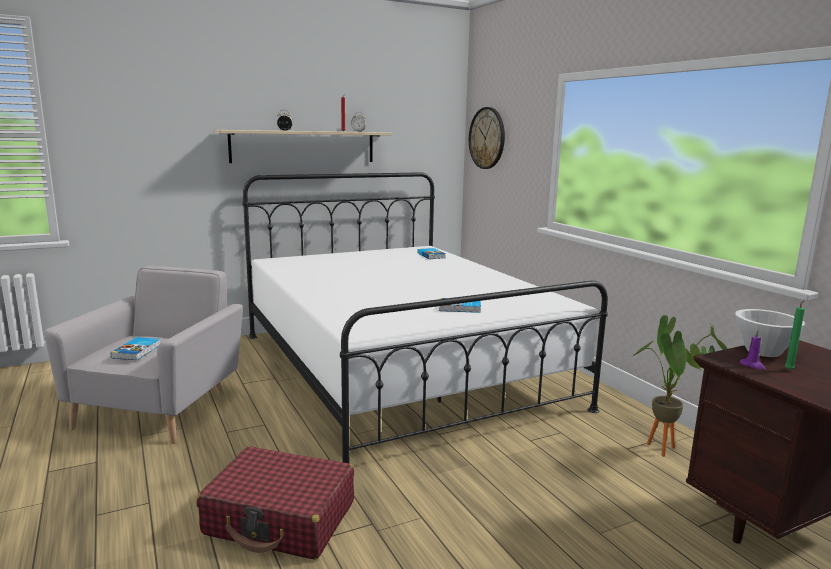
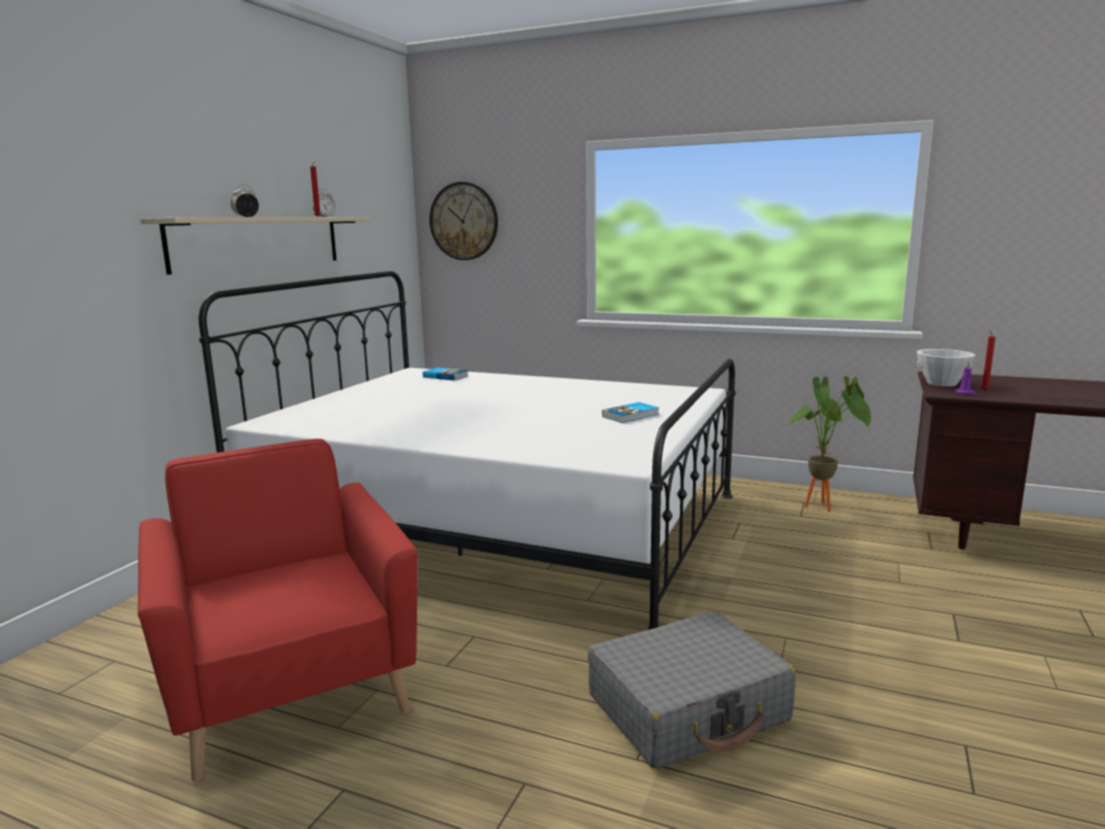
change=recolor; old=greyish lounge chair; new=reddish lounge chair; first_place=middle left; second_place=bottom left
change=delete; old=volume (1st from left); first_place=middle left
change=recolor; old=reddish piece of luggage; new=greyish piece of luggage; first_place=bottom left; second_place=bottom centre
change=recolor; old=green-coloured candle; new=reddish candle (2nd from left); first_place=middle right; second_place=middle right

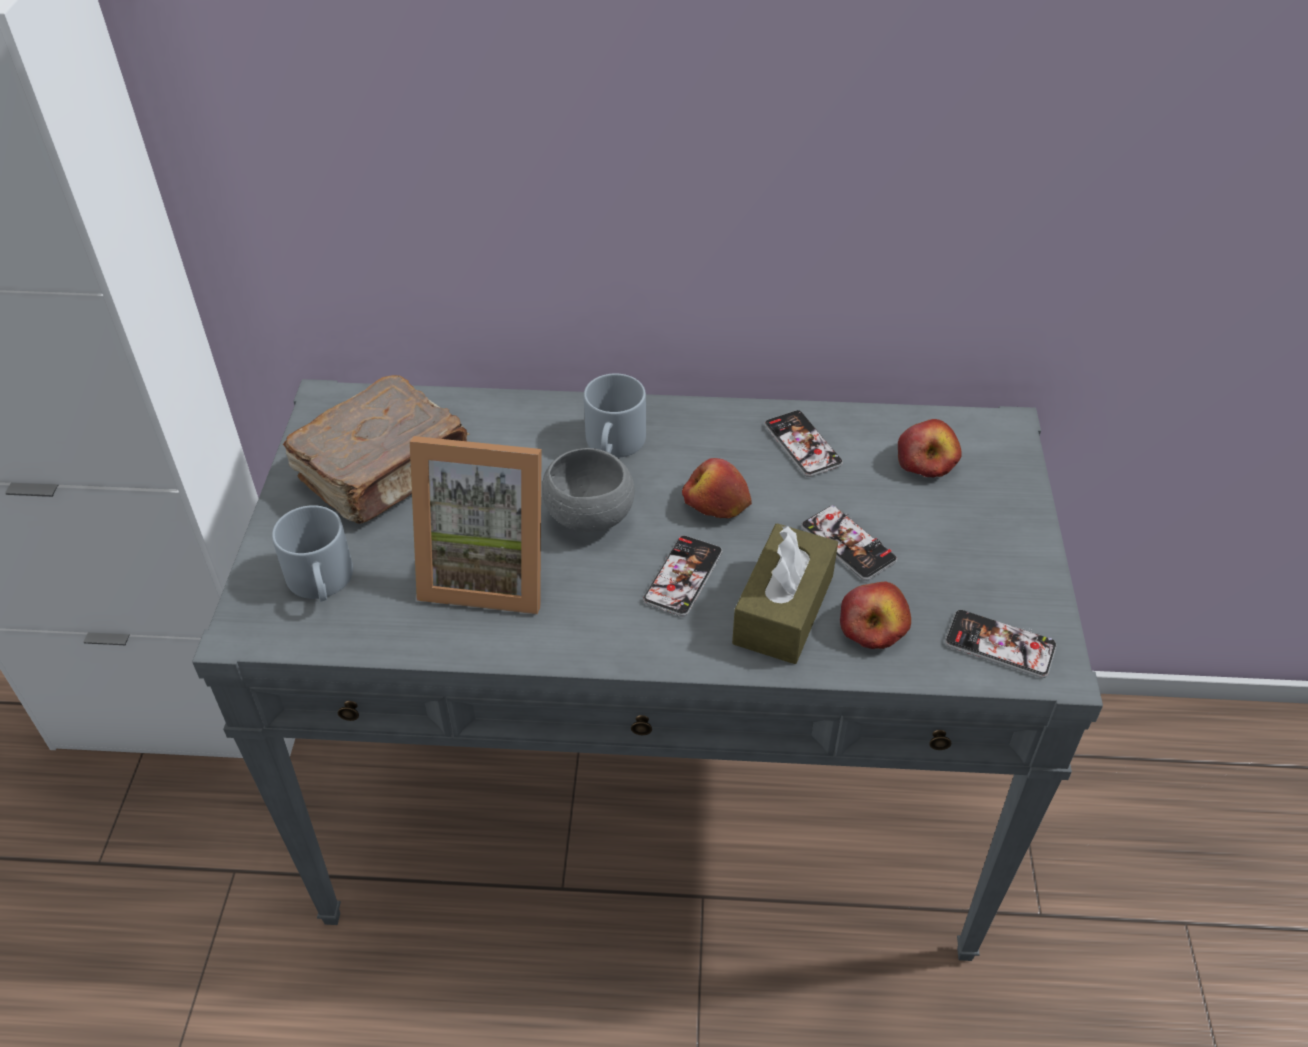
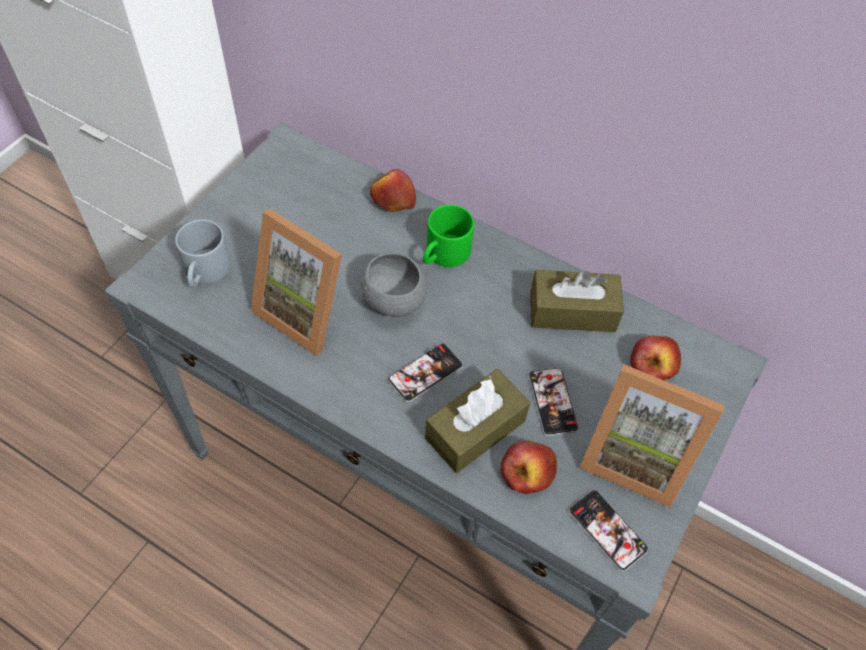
change=delete; old=brown volume; first_place=middle left
change=recolor; old=greyish mug (2nd from left); new=green-coloured mug; first_place=centre; second_place=centre
change=move; old=whole apple (1st from left); first_place=centre; second_place=top centre
change=replace; old=phone (2nd from left); new=brown box of tissues (2nd from left); first_place=centre; second_place=centre
change=insert; new=picture frame (2nd from left); second_place=bottom right

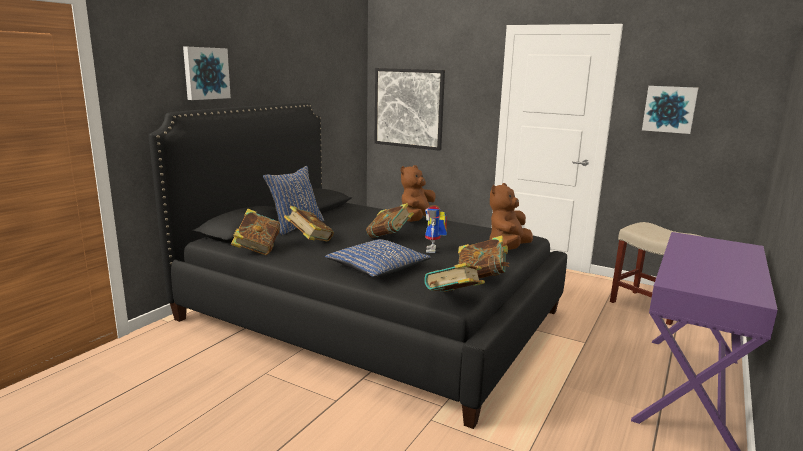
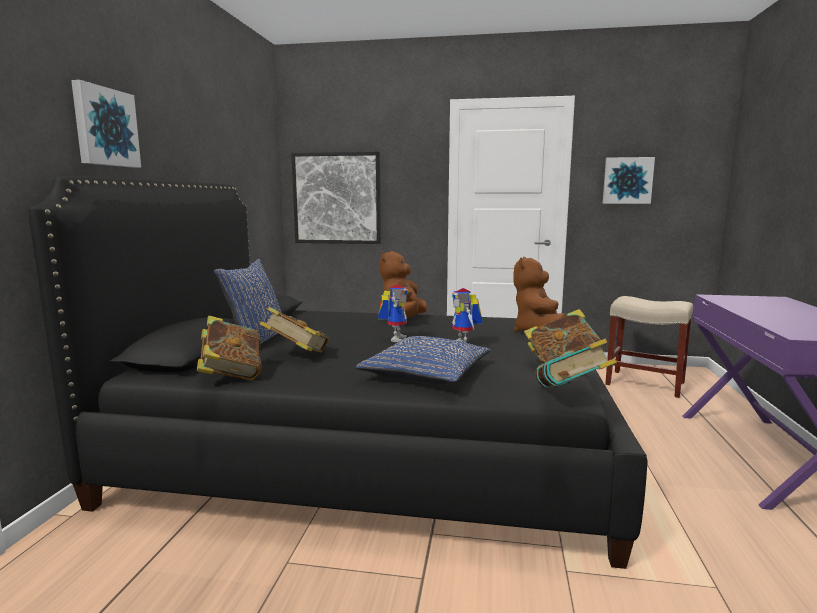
change=replace; old=volume (3rd from left); new=toy robot (1st from left); first_place=centre; second_place=centre

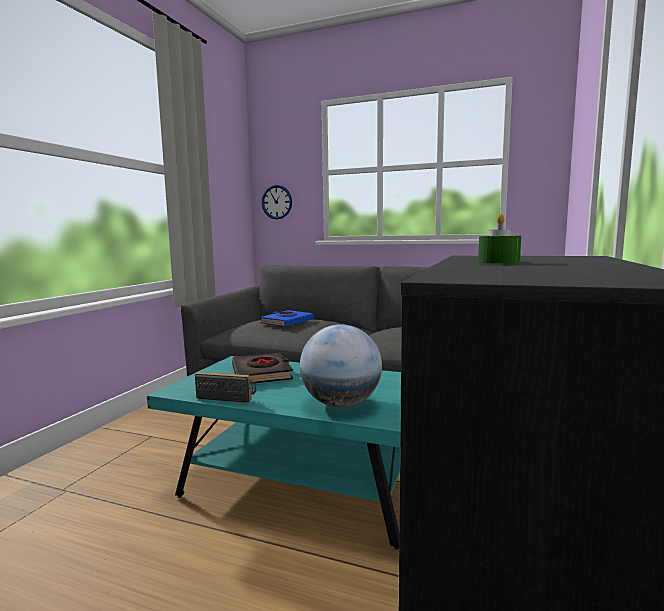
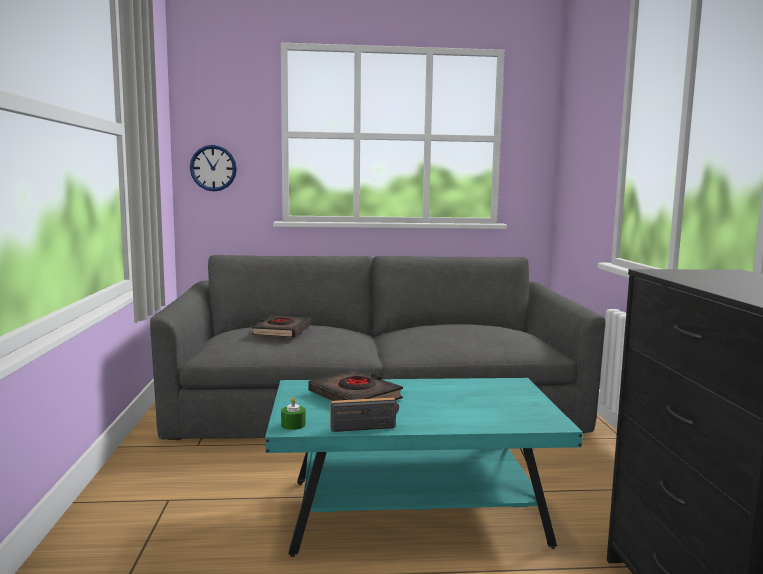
change=recolor; old=blue-coloured volume; new=black volume (1st from left); first_place=centre; second_place=centre
change=delete; old=world globe; first_place=centre
change=move; old=green-coloured candle; first_place=middle right; second_place=bottom centre

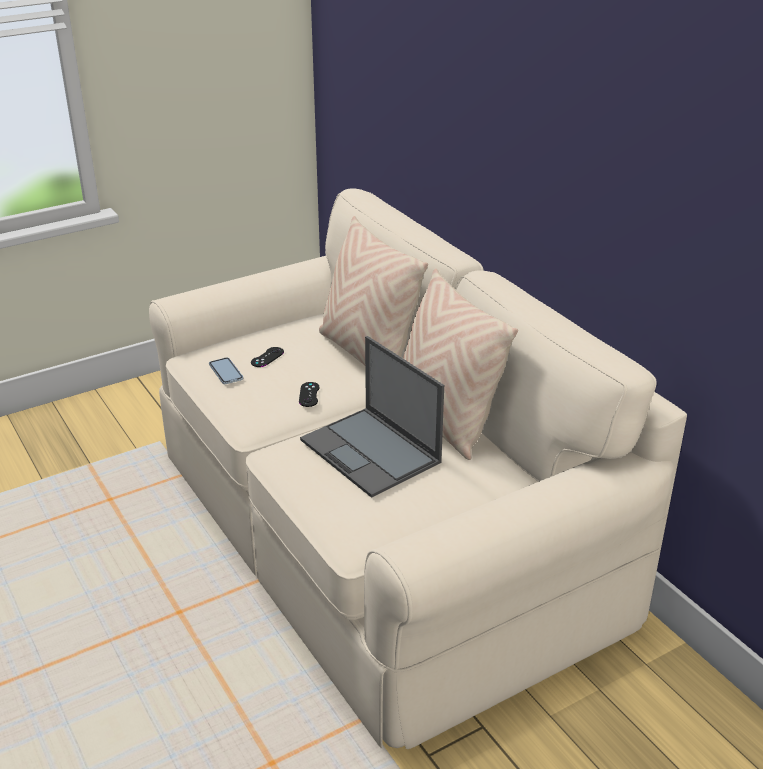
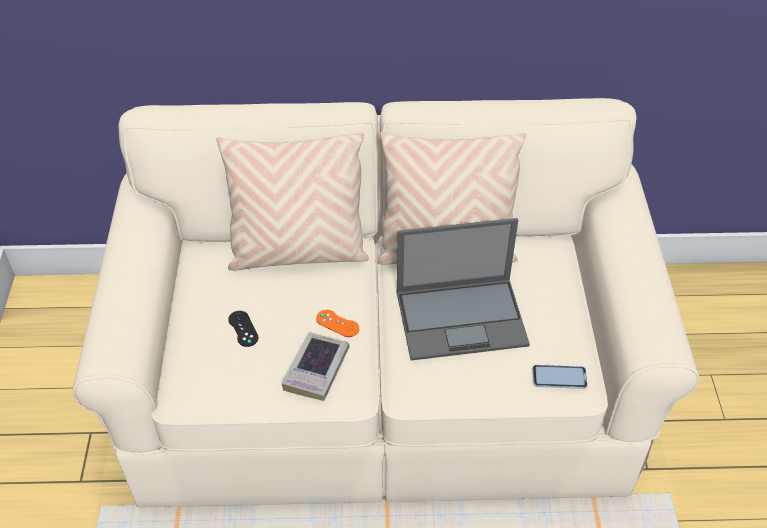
change=move; old=phone; first_place=middle left; second_place=bottom right
change=recolor; old=black joypad (2nd from left); new=orange-coloured joypad; first_place=centre; second_place=centre
change=insert; new=volume; second_place=bottom centre

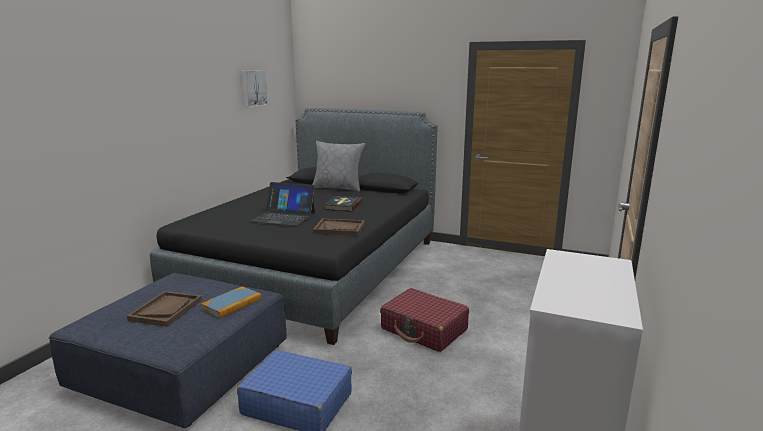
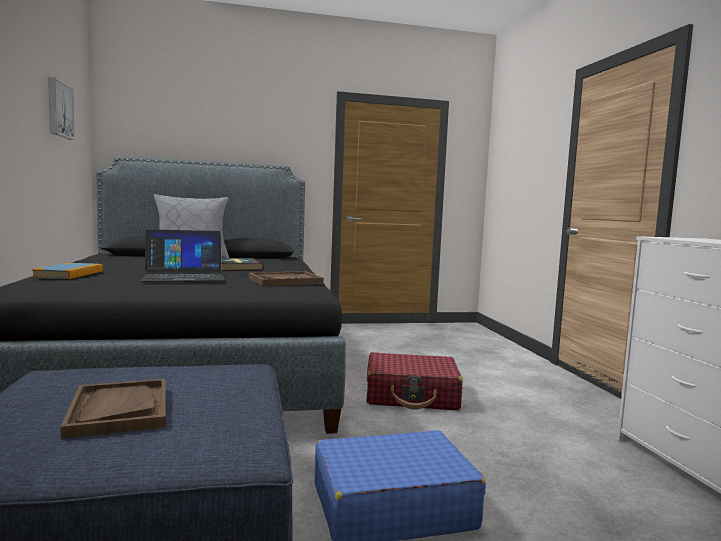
change=move; old=volume (1st from left); first_place=bottom left; second_place=middle left

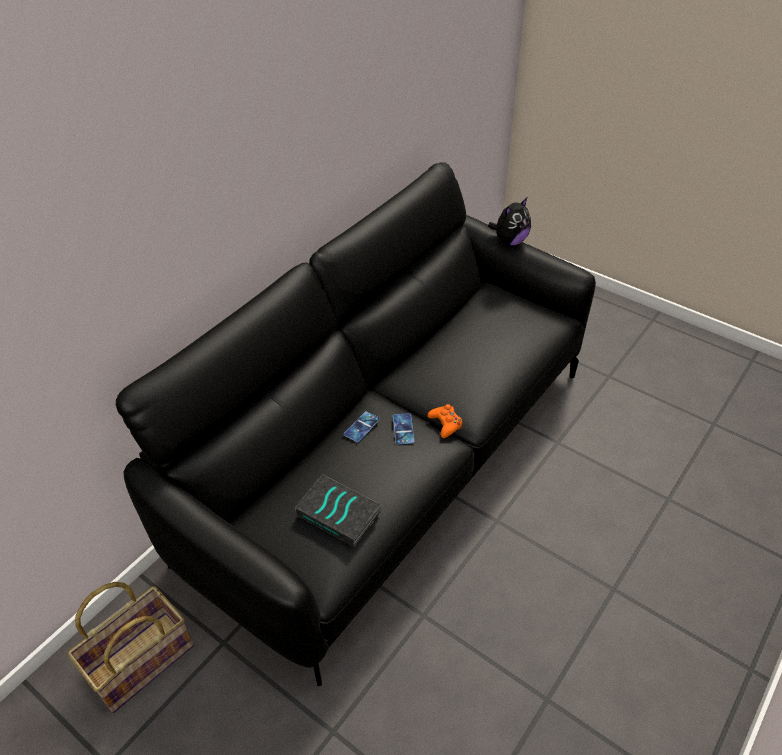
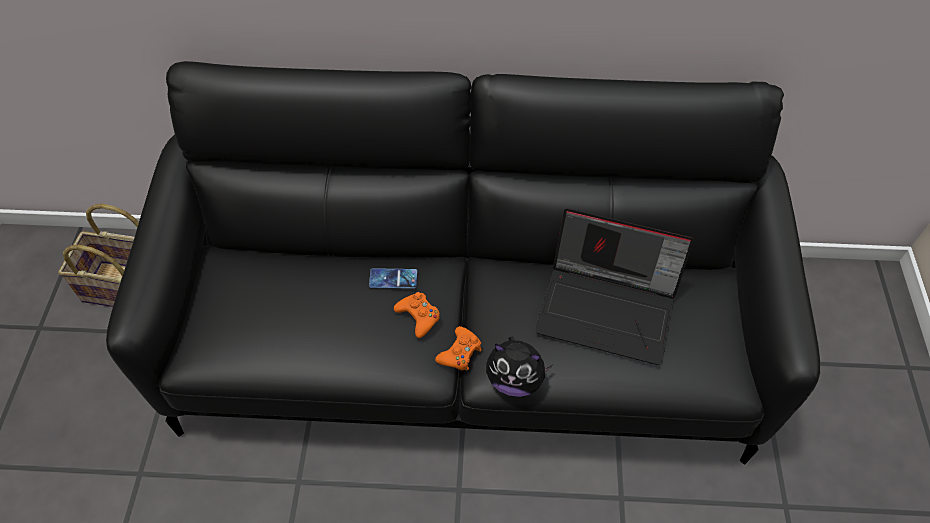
change=delete; old=volume; first_place=bottom centre
change=replace; old=phone (2nd from left); new=orange-coloured joypad (1st from left); first_place=centre; second_place=centre
change=move; old=cuddly toy; first_place=top centre; second_place=bottom centre
change=insert; new=portable computer; second_place=centre

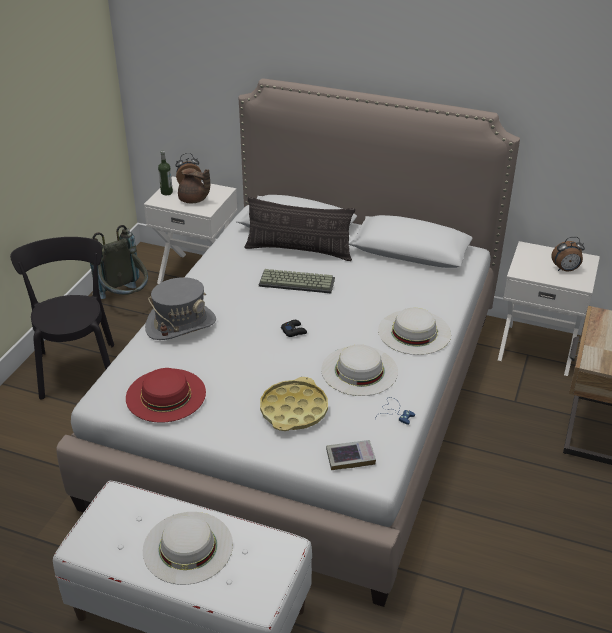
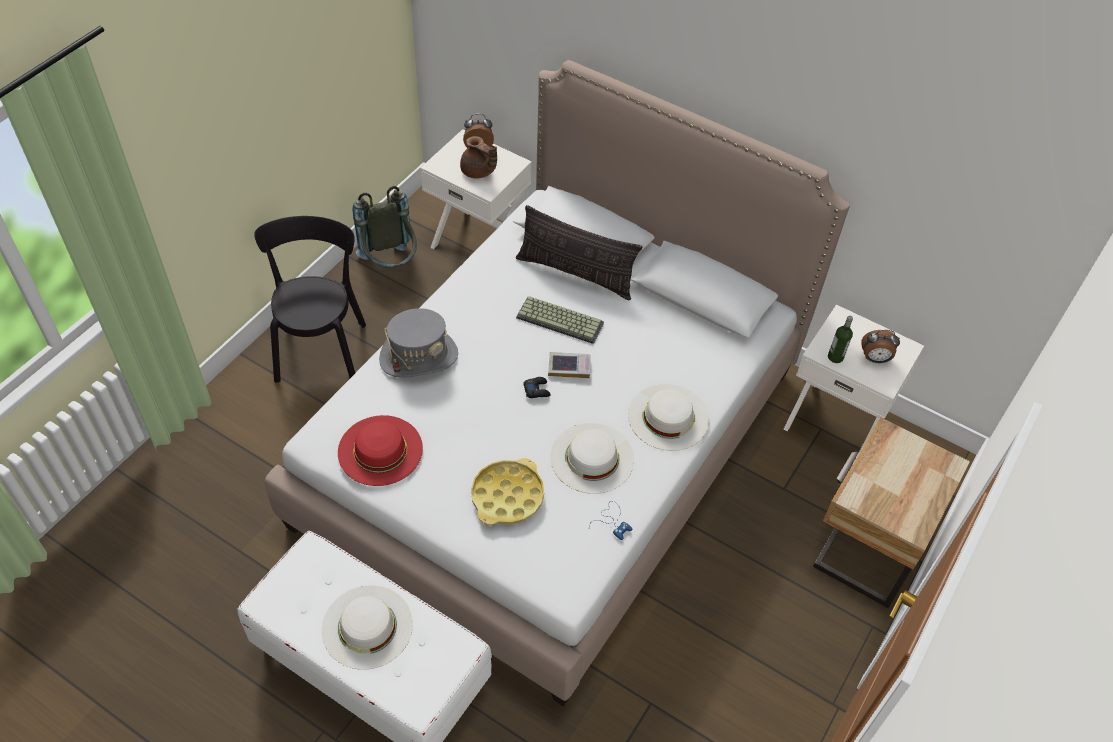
change=move; old=bottle; first_place=top left; second_place=middle right
change=move; old=volume; first_place=bottom centre; second_place=centre

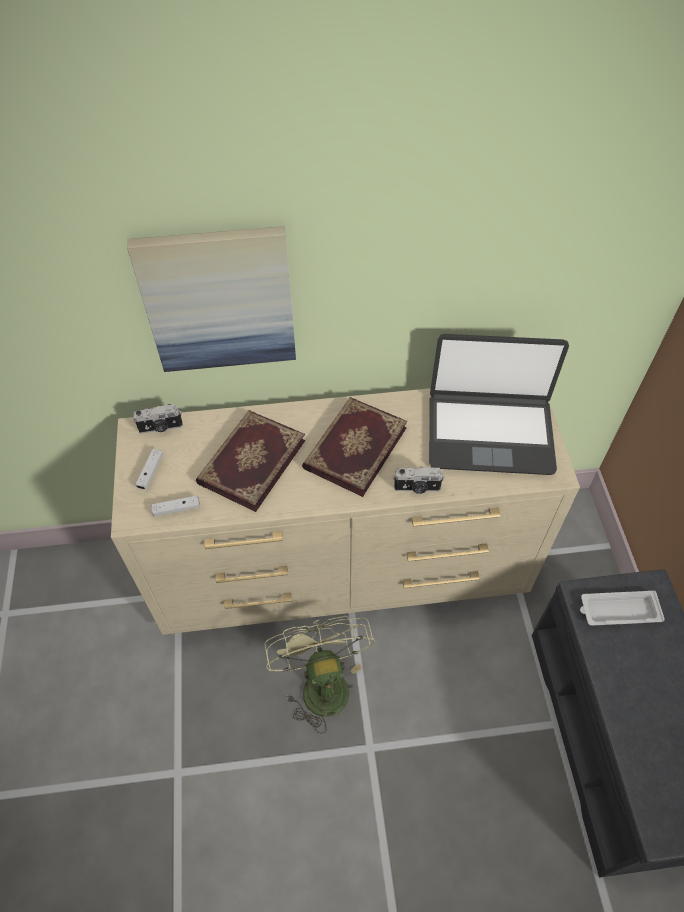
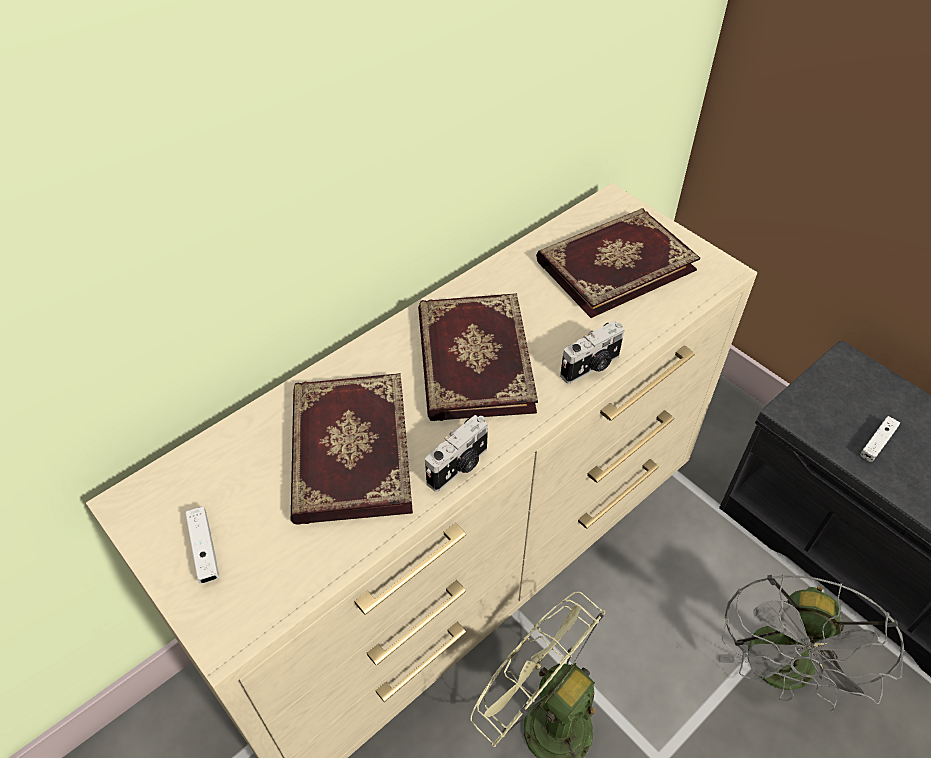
change=delete; old=wall art; first_place=top left
change=move; old=photo camera (1st from left); first_place=middle left; second_place=centre
change=move; old=white joypad (2nd from left); first_place=middle left; second_place=middle right
change=replace; old=portable computer; new=volume (3rd from left); first_place=middle right; second_place=centre
change=delete; old=white tray; first_place=bottom right
change=insert; new=greyish electric fan; second_place=bottom right

